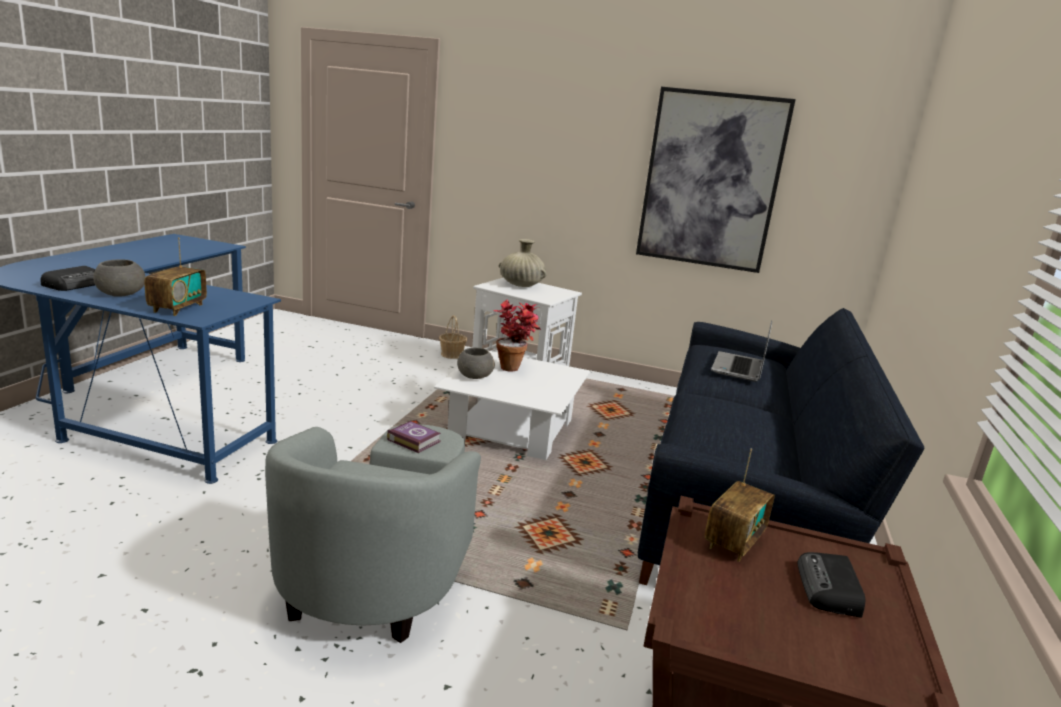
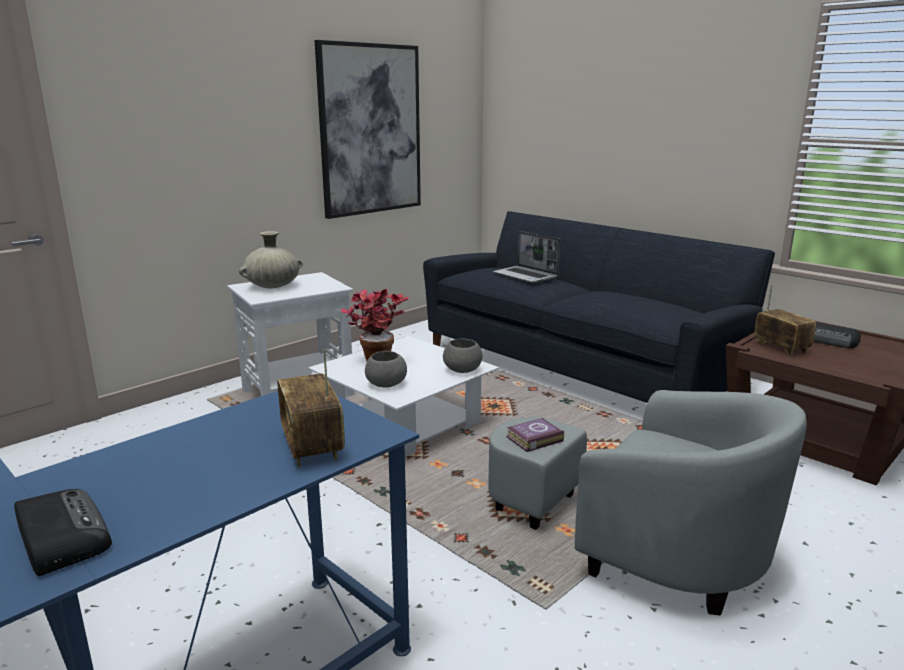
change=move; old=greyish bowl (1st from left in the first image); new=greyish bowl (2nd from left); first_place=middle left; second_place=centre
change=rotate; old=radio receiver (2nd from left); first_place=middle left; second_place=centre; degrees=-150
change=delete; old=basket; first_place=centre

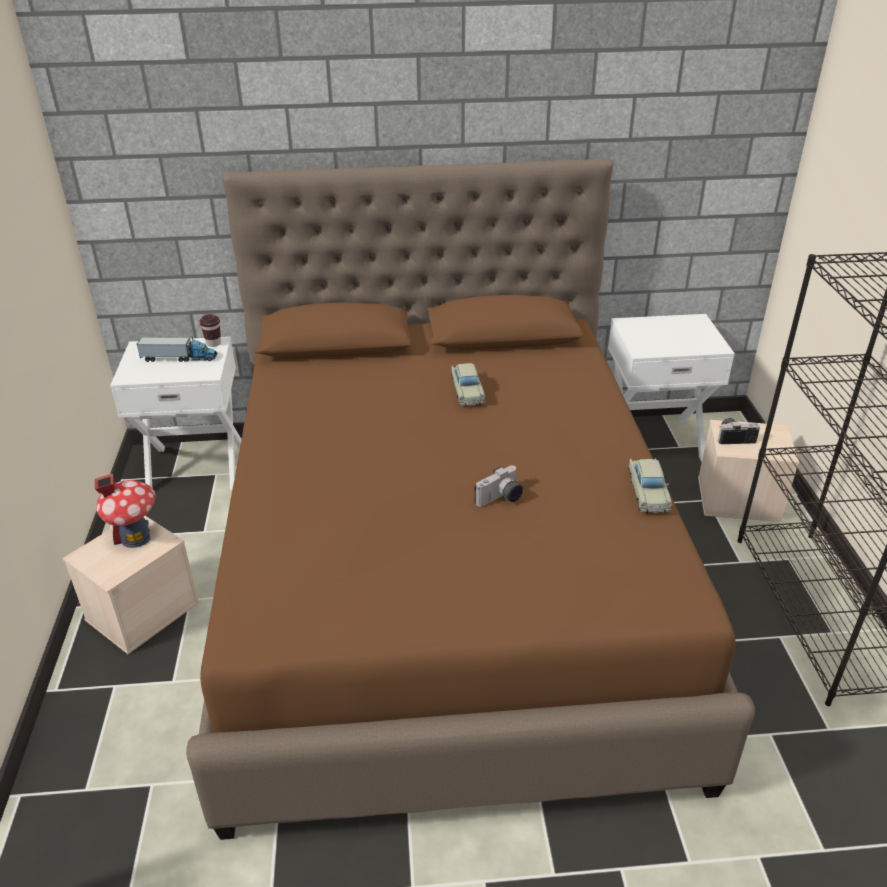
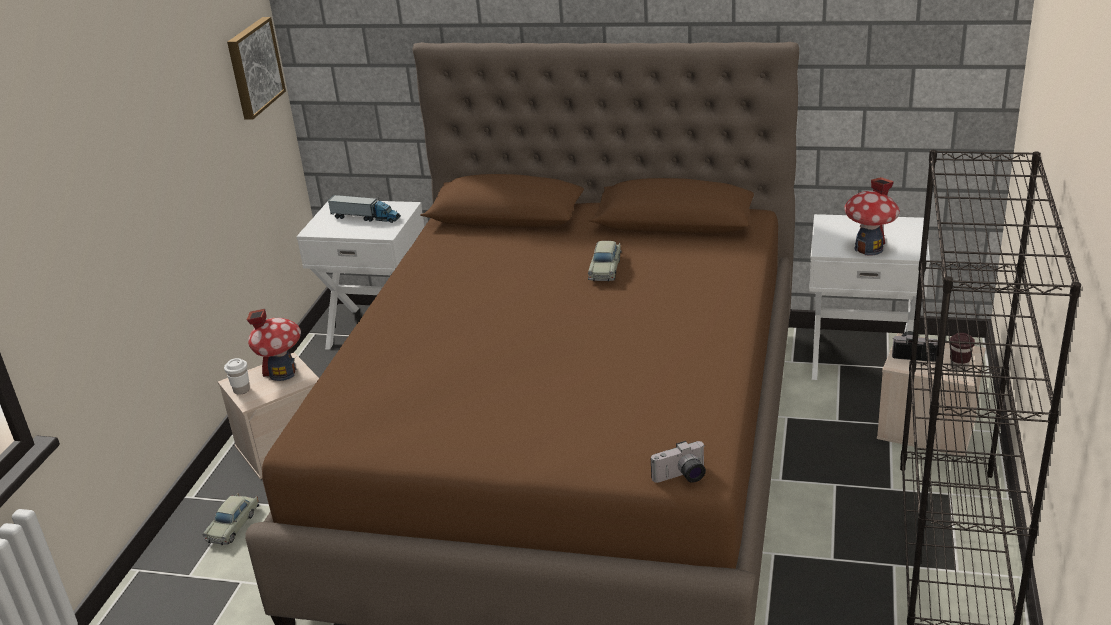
change=move; old=brown small cup; first_place=middle left; second_place=middle right
change=move; old=photo camera (1st from left); first_place=centre; second_place=bottom centre
change=move; old=sand-coloured toy car (2nd from left in the first image); new=sand-coloured toy car (1st from left); first_place=middle right; second_place=bottom left
change=insert; new=white small cup; second_place=middle left
change=insert; new=wall art; second_place=top left
change=insert; new=model house (2nd from left); second_place=middle right

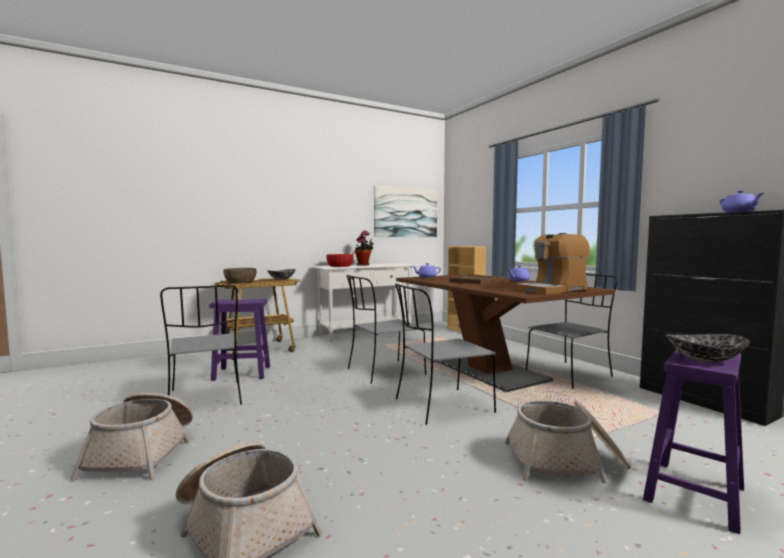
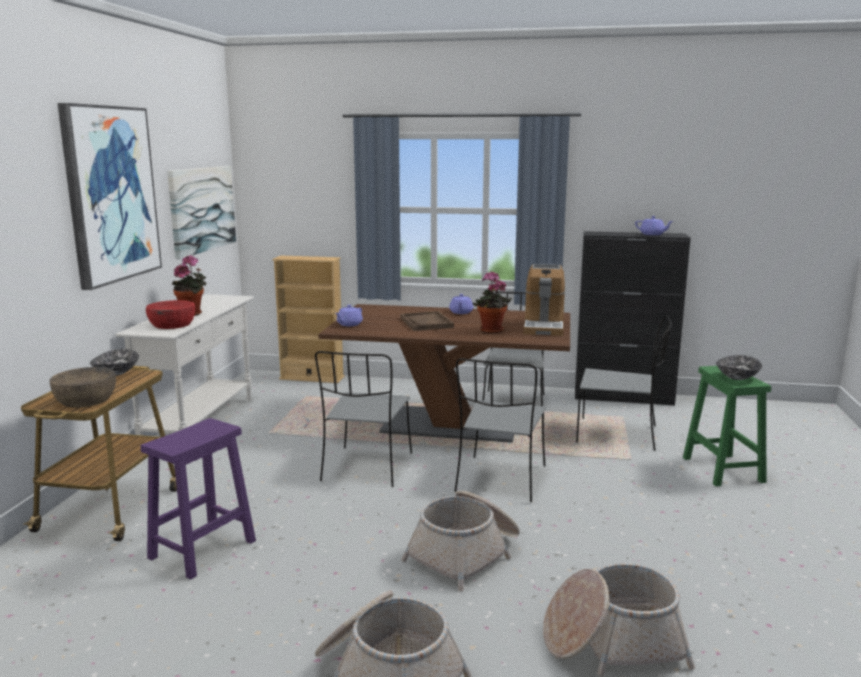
change=move; old=greyish chair (1st from left in the first image); new=greyish chair (4th from left); first_place=middle left; second_place=middle right
change=move; old=basket (3rd from left in the first image); new=basket (2nd from left); first_place=bottom right; second_place=bottom centre
change=recolor; old=purplish stool (2nd from left); new=green-coloured stool; first_place=bottom right; second_place=middle right
change=insert; new=wall art (1st from left); second_place=top left
change=insert; new=houseplant (2nd from left); second_place=centre

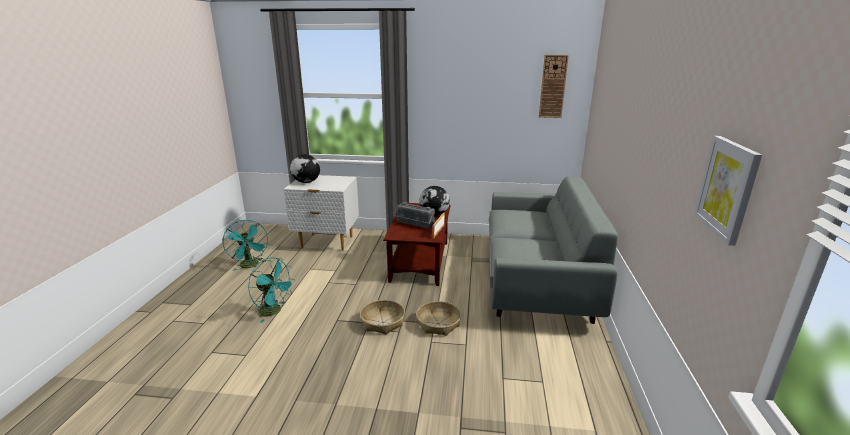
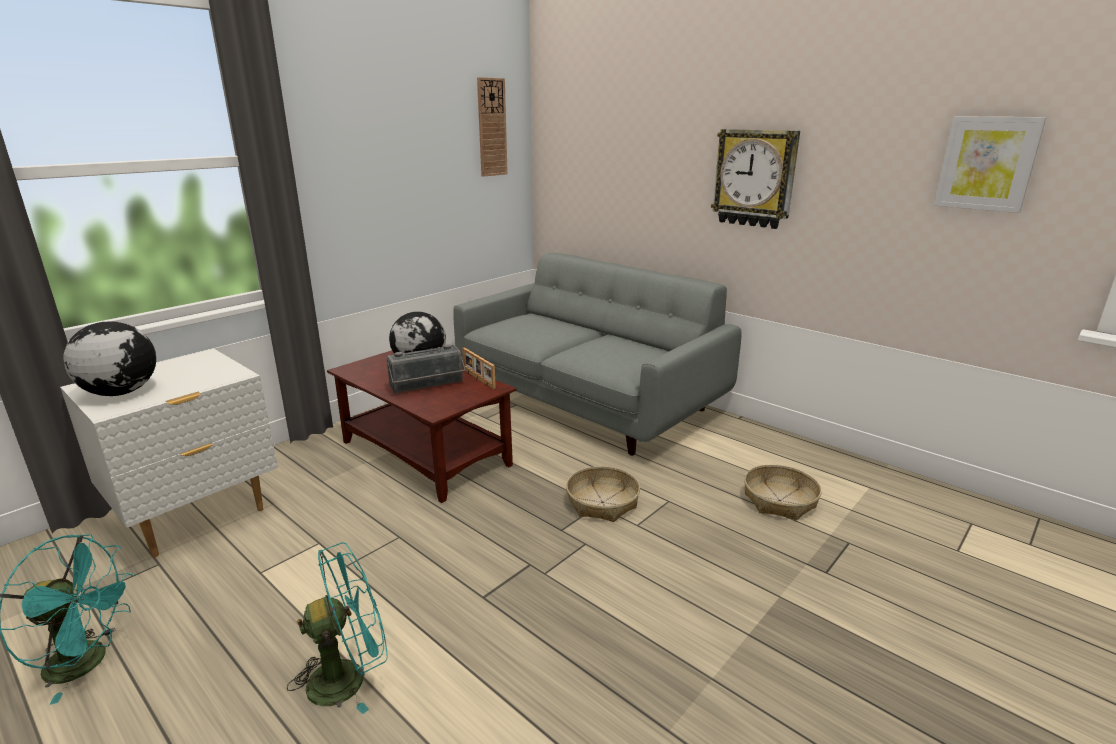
change=move; old=basket (1st from left in the first image); new=basket (2nd from left); first_place=bottom centre; second_place=middle right
change=insert; new=wall clock (2nd from left); second_place=top right

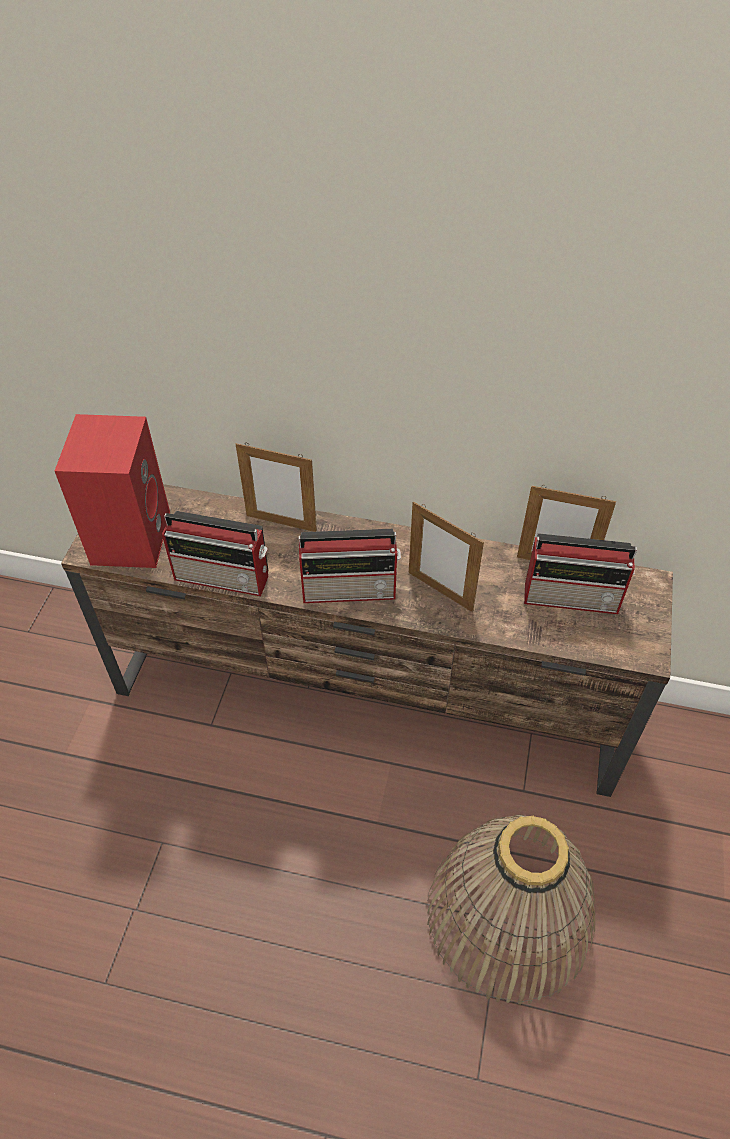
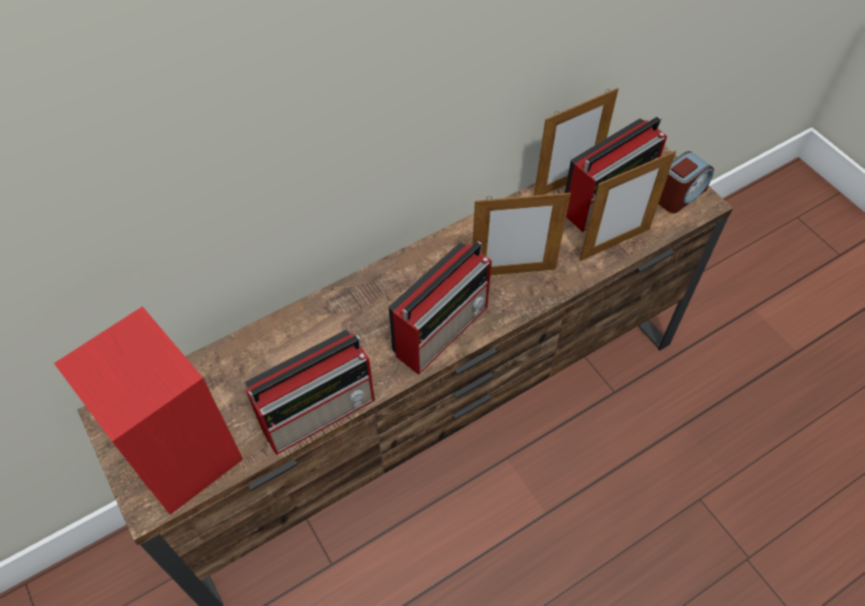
change=move; old=picture frame (1st from left in the first image); new=picture frame (3rd from left); first_place=centre; second_place=middle right
change=delete; old=basket; first_place=bottom right
change=insert; new=table clock; second_place=top right

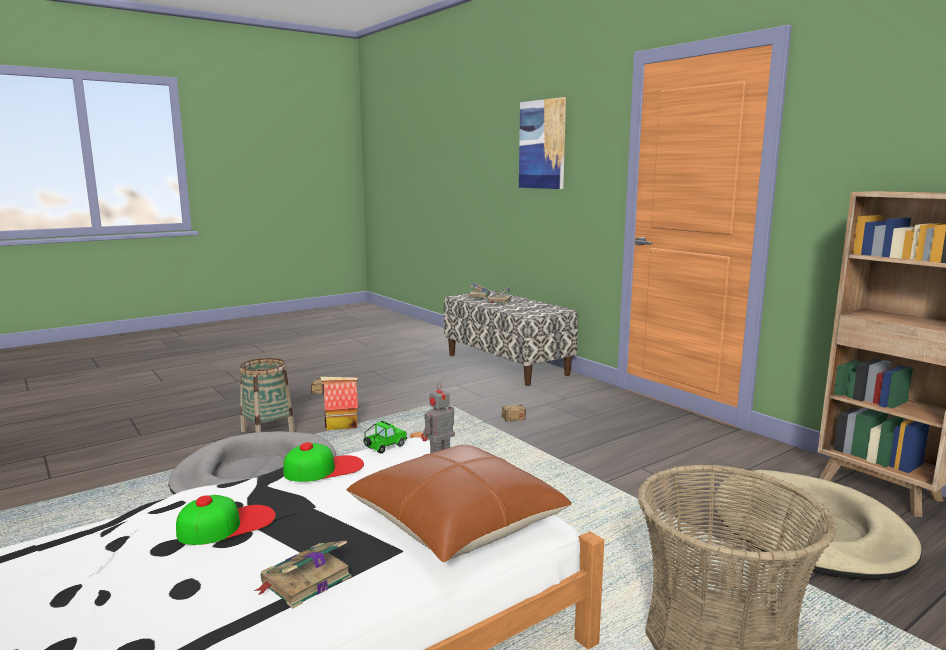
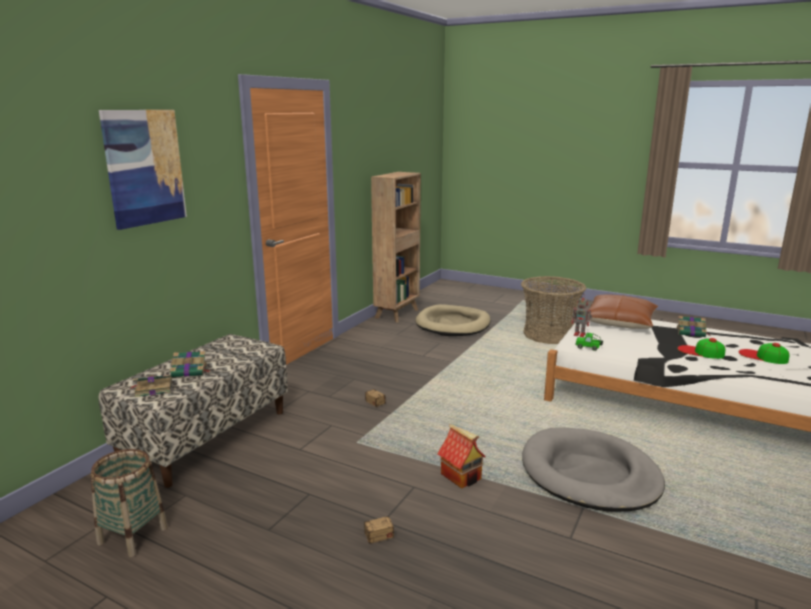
change=move; old=basket (1st from left); first_place=middle left; second_place=bottom left
change=move; old=cap (2nd from left); first_place=bottom centre; second_place=middle right

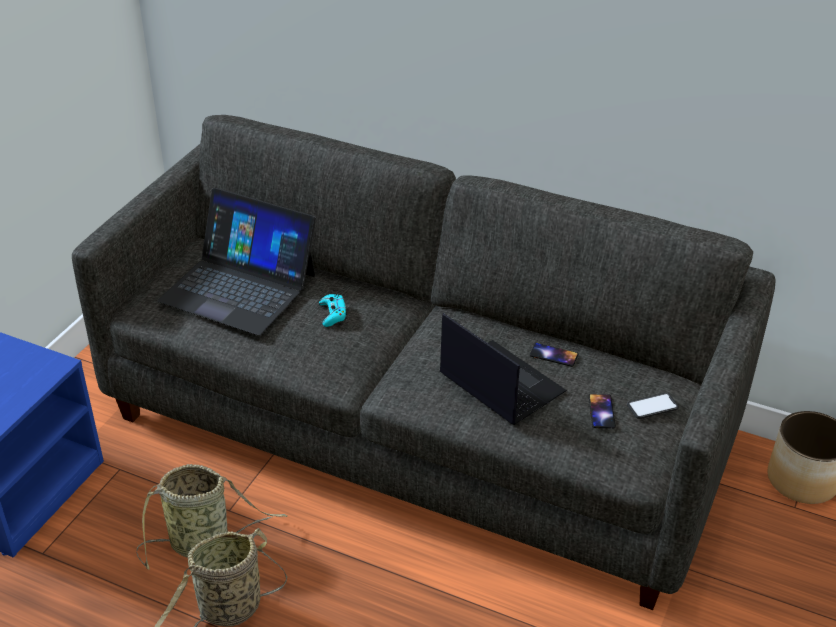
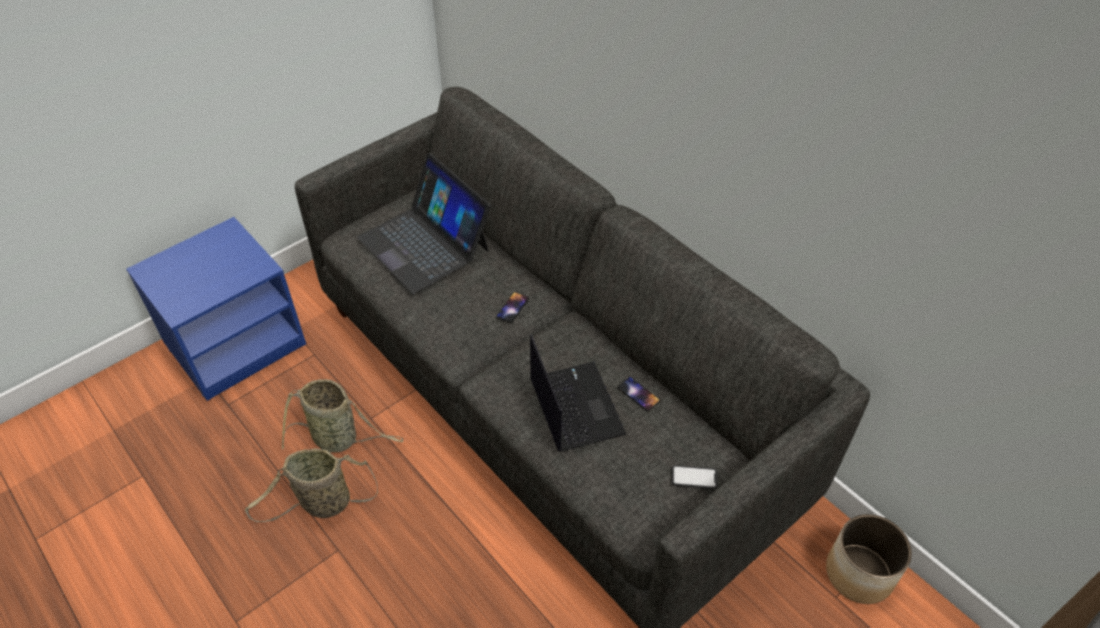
change=delete; old=turquoise-coloured joypad; first_place=centre
change=move; old=phone (2nd from left in the first image); new=phone (1st from left); first_place=middle right; second_place=centre

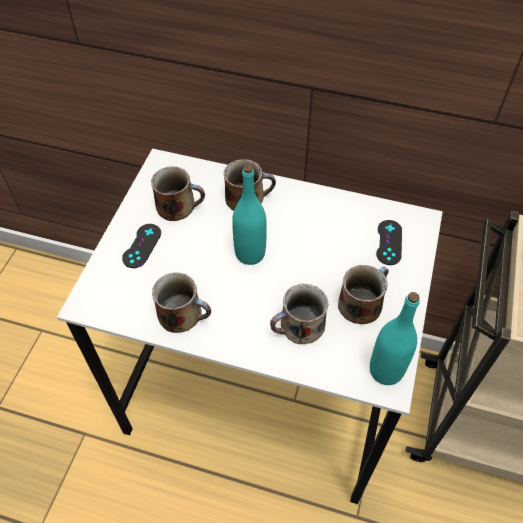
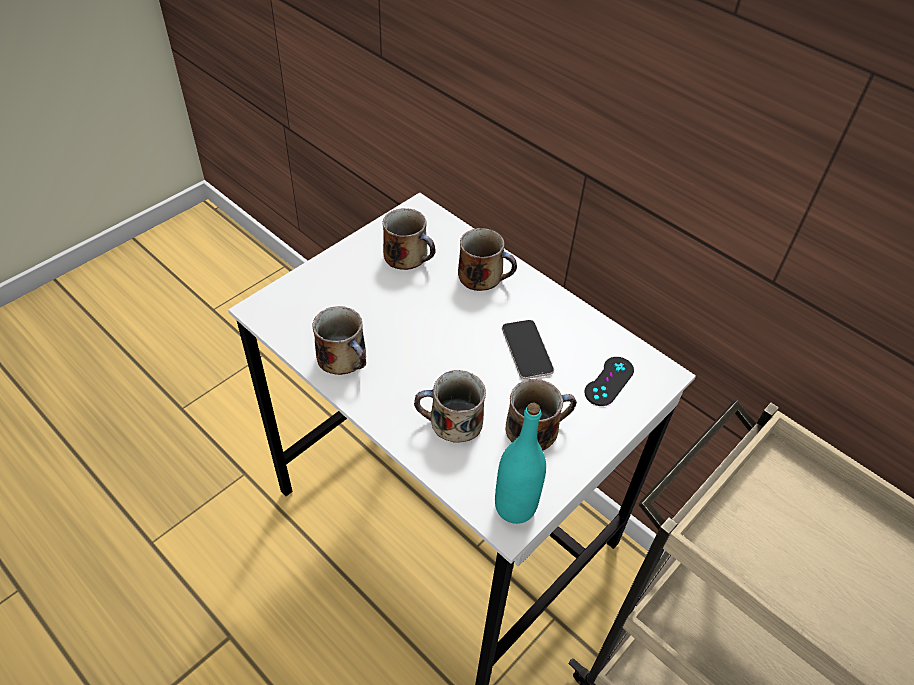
change=delete; old=black joypad (1st from left); first_place=middle left
change=delete; old=turquoise-coloured bottle (1st from left); first_place=centre
change=insert; new=phone; second_place=centre

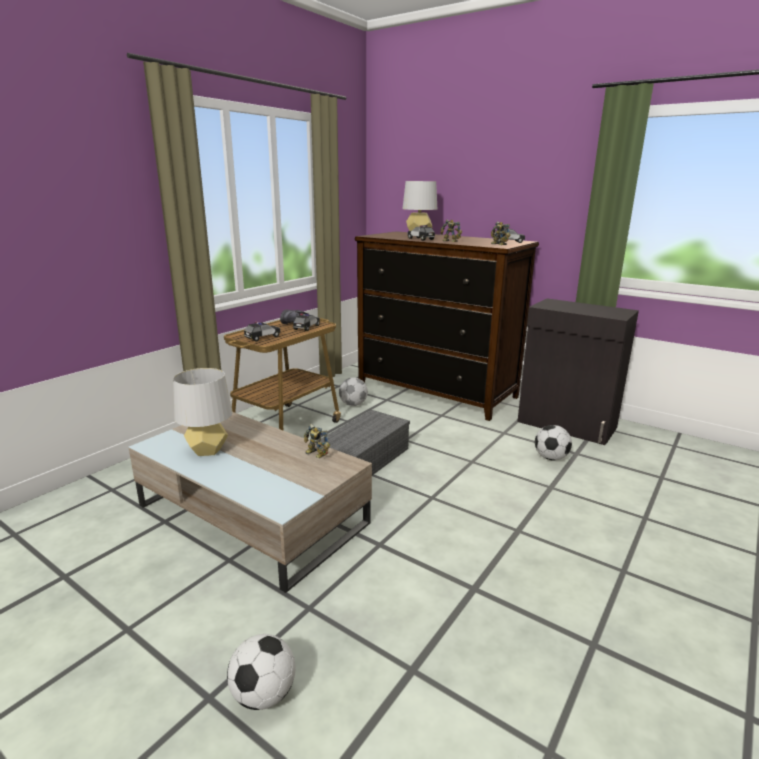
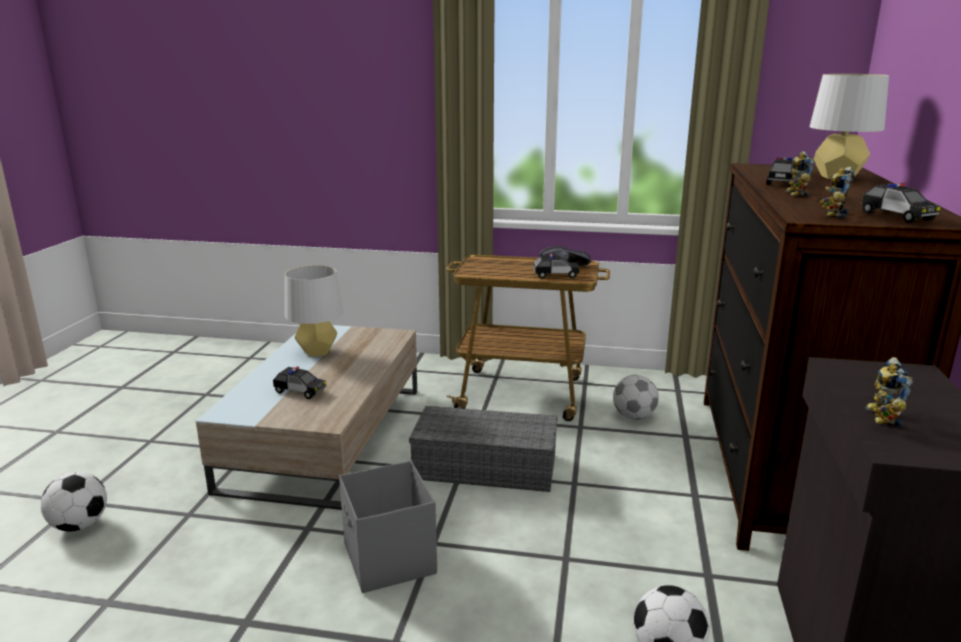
change=move; old=toy car (1st from left); first_place=centre; second_place=middle left
change=move; old=toy robot (1st from left in the first image); new=toy robot (3rd from left); first_place=centre; second_place=middle right
change=insert; new=greyish storage container (1st from left); second_place=bottom centre

